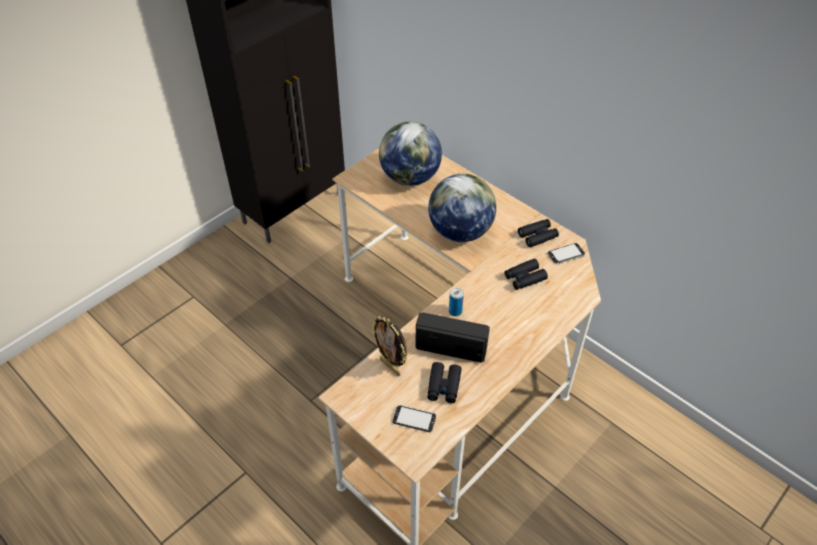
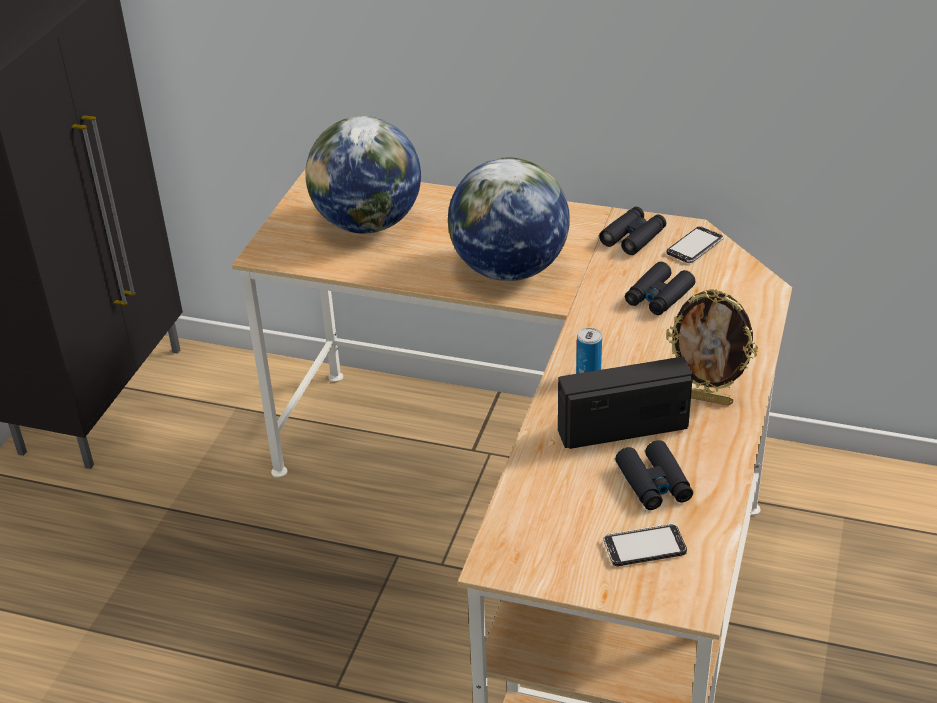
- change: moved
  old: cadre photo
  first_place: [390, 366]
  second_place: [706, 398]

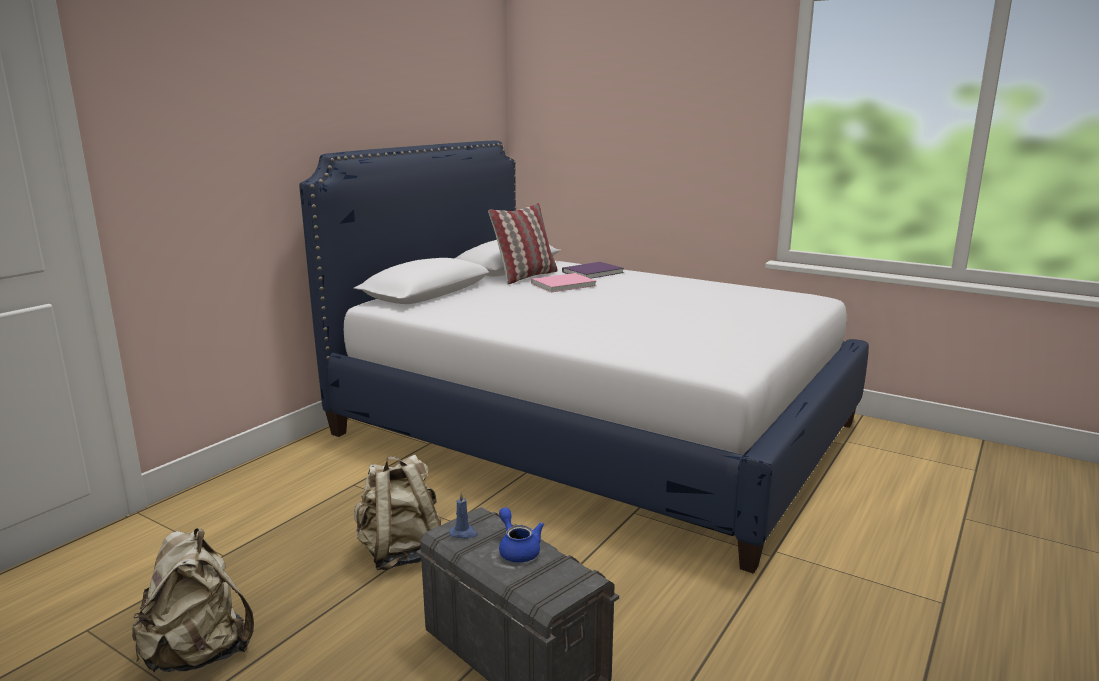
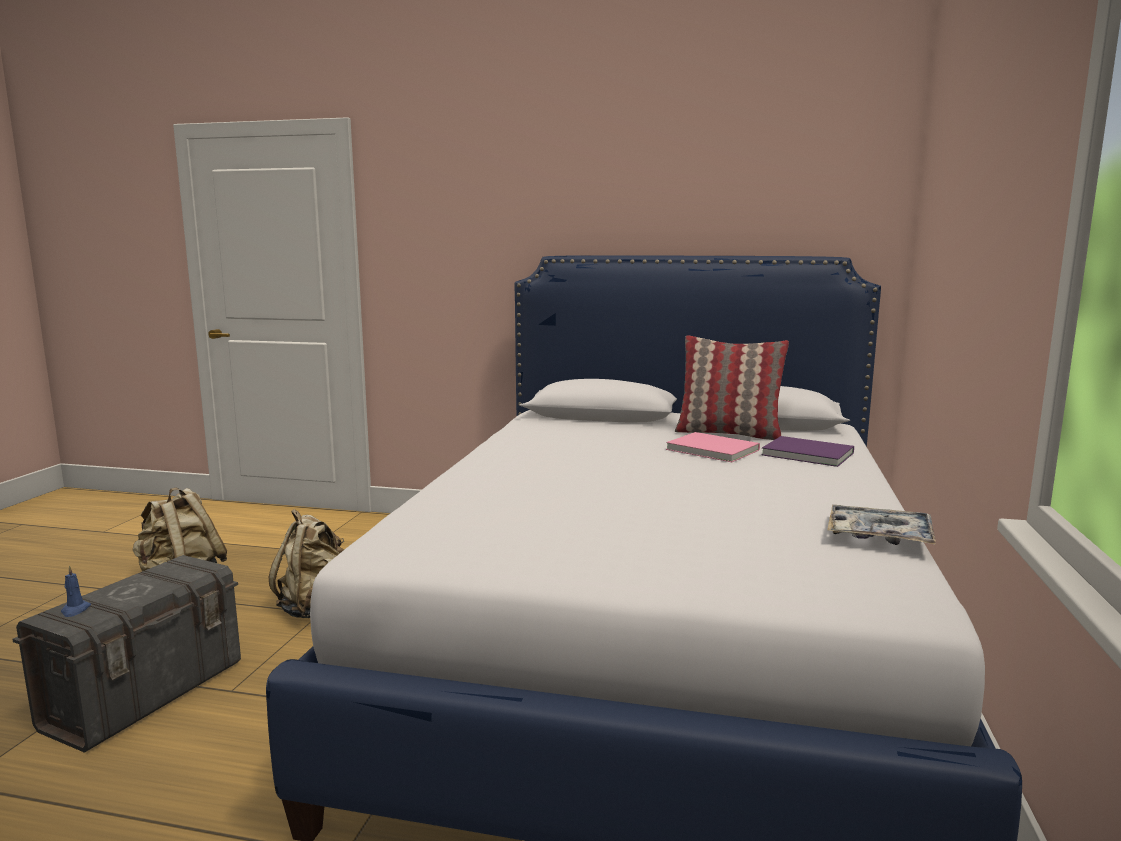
- change: removed
  old: théière/bleu
  first_place: [518, 549]
- change: added
  new: plateau
  second_place: [879, 535]
- change: moved
  old: bougie/bleu
  first_place: [464, 533]
  second_place: [75, 610]

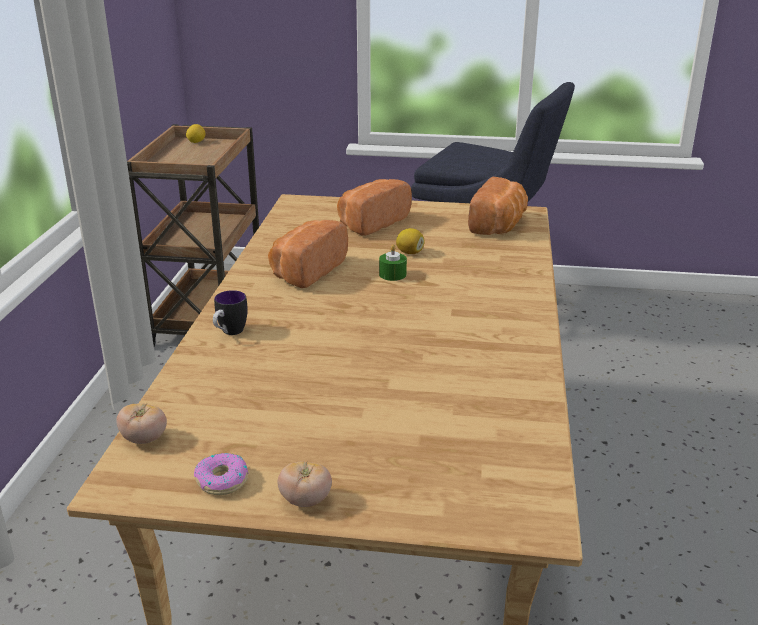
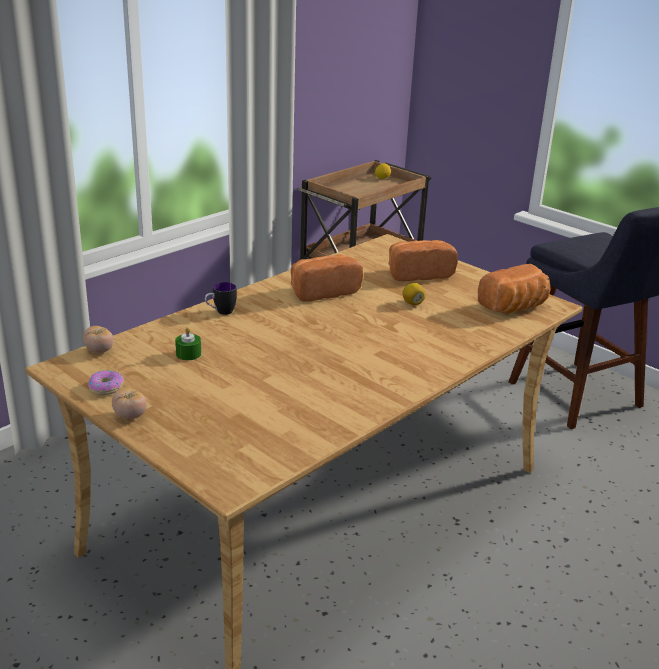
- change: moved
  old: bougie/vert
  first_place: [392, 274]
  second_place: [188, 354]

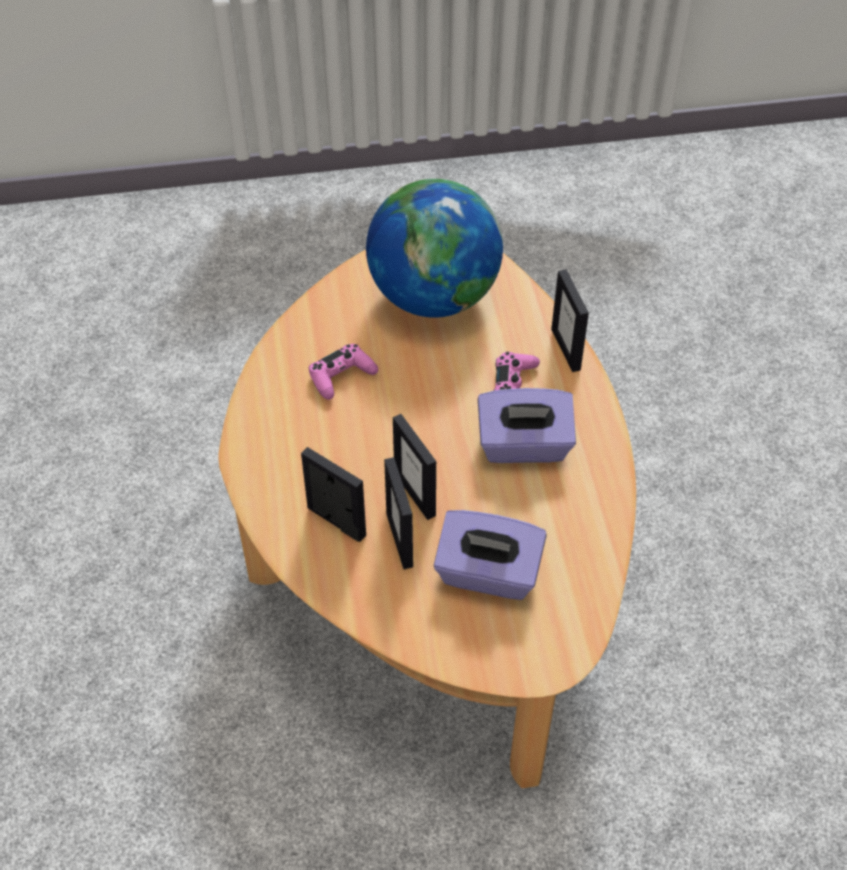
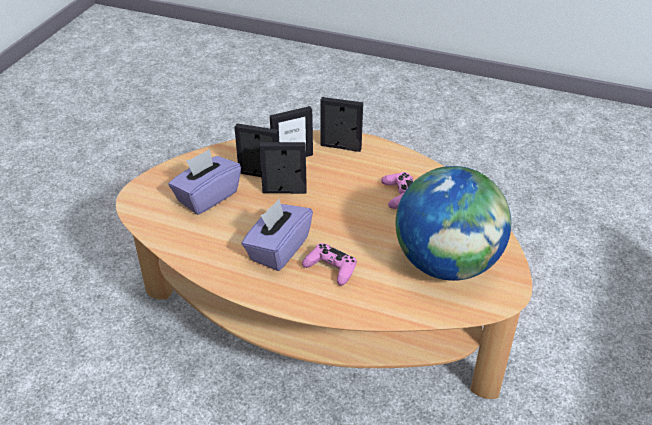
- change: moved
  old: cadre photo
  first_place: [566, 349]
  second_place: [340, 147]

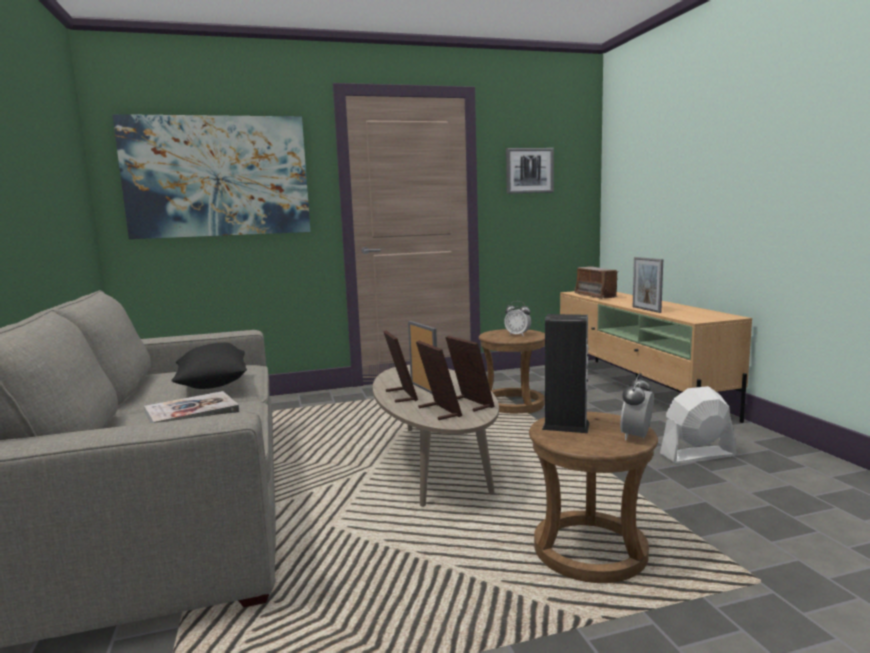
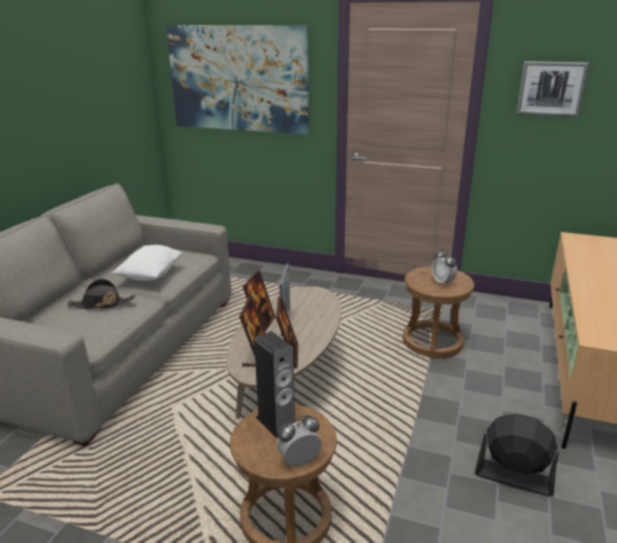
- change: removed
  old: radio
  first_place: [596, 296]
- change: removed
  old: cadre photo
  first_place: [646, 309]
- change: replaced
  old: livre
  new: chapeau/noir
  first_place: [192, 413]
  second_place: [102, 304]
- change: recoloured
  old: coussin/noir
  new: coussin/blanc
  first_place: [213, 384]
  second_place: [150, 275]
- change: recoloured
  old: ventilateur/blanc
  new: ventilateur/noir
  first_place: [697, 455]
  second_place: [513, 477]

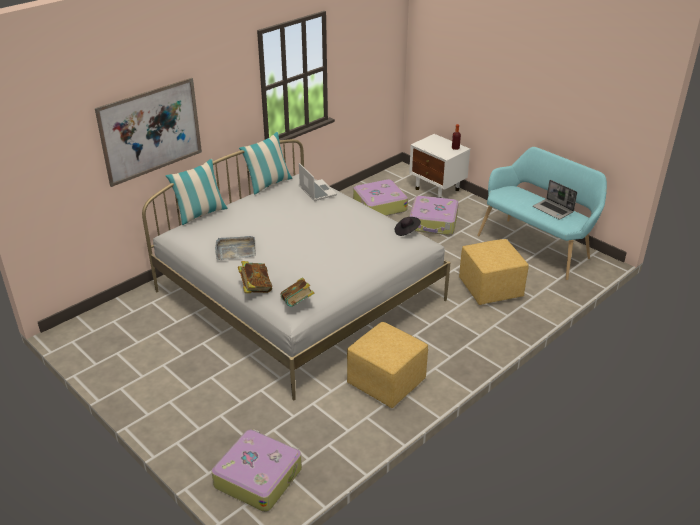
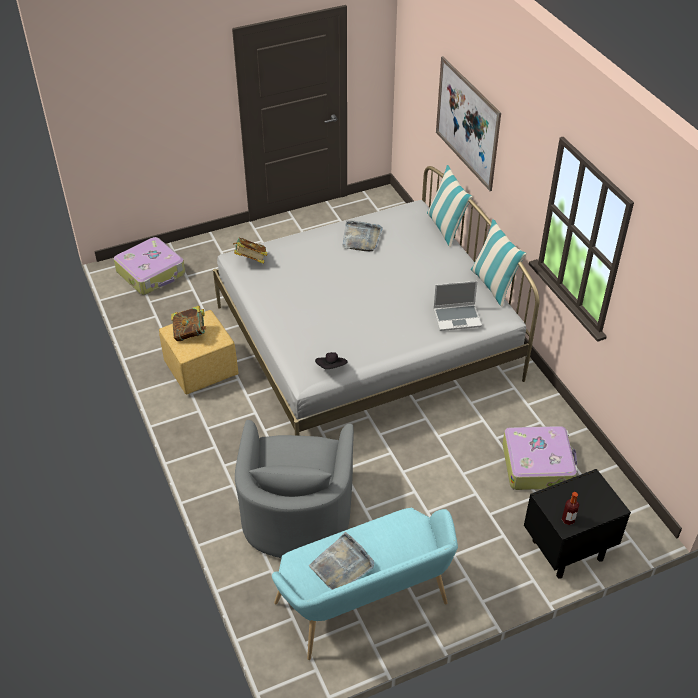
- change: removed
  old: valise
  first_place: [433, 222]
- change: moved
  old: livre
  first_place: [255, 288]
  second_place: [190, 333]
- change: replaced
  old: pouf/jaune
  new: fauteuil/gris
  first_place: [491, 289]
  second_place: [296, 511]
- change: replaced
  old: ordinateur portable
  new: plateau/gris
  first_place: [553, 210]
  second_place: [342, 565]
- change: recoloured
  old: table de chevet/blanc
  new: table de chevet/noir
  first_place: [437, 189]
  second_place: [566, 550]

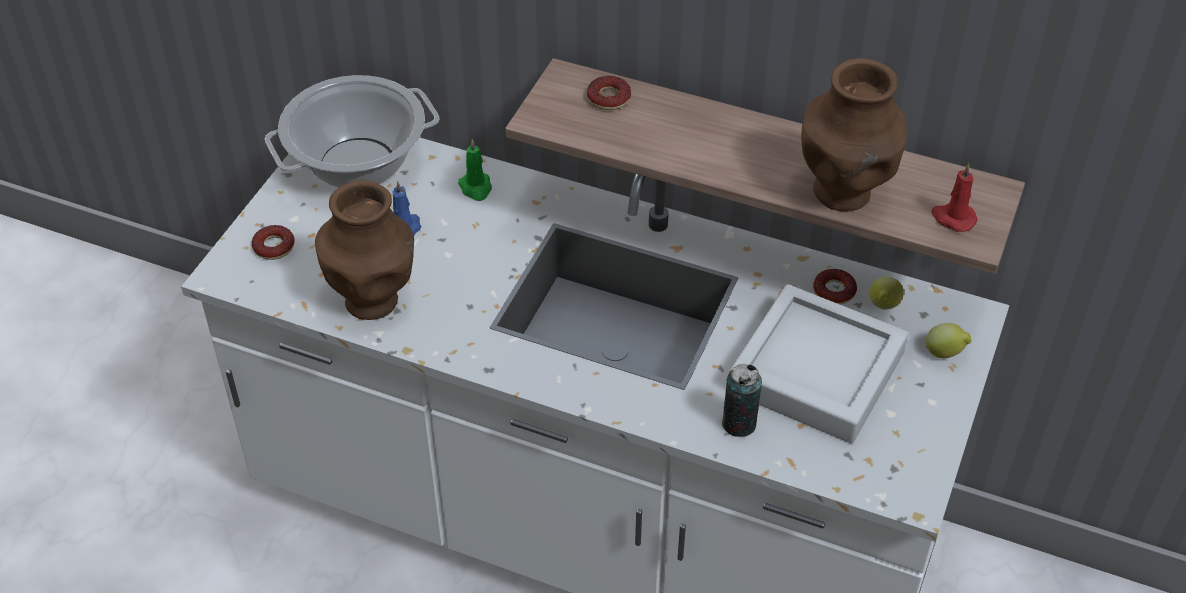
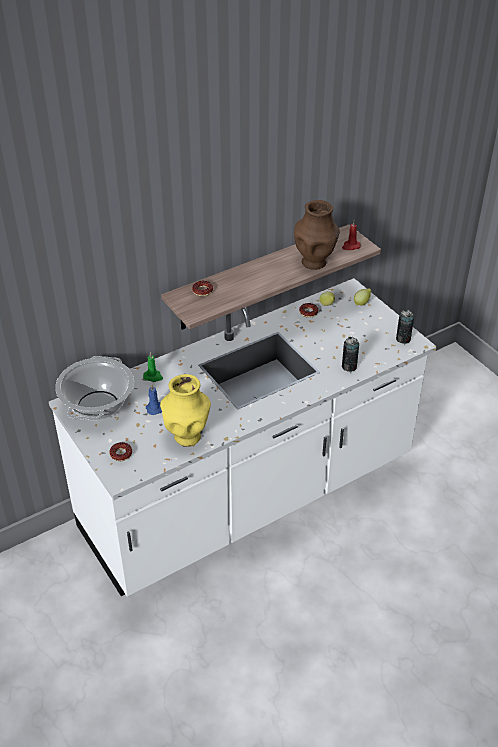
- change: removed
  old: plateau/gris
  first_place: [816, 372]
- change: added
  new: boîte métallique
  second_place: [403, 339]
- change: recoloured
  old: vase/marron
  new: vase/jaune
  first_place: [373, 300]
  second_place: [187, 436]

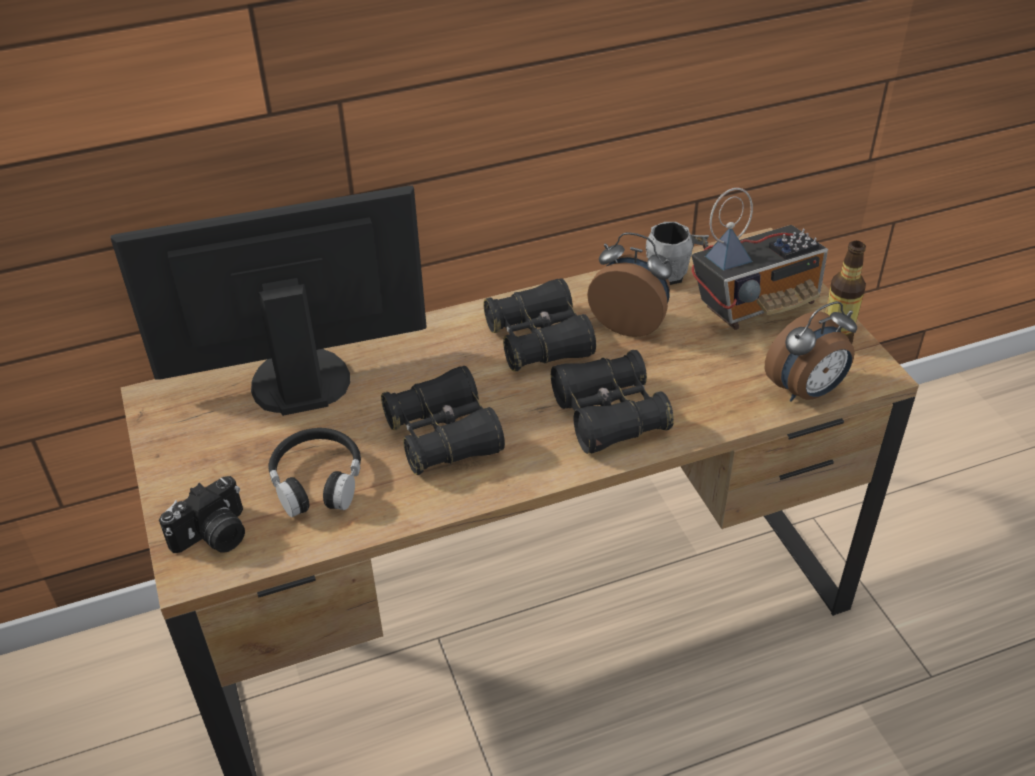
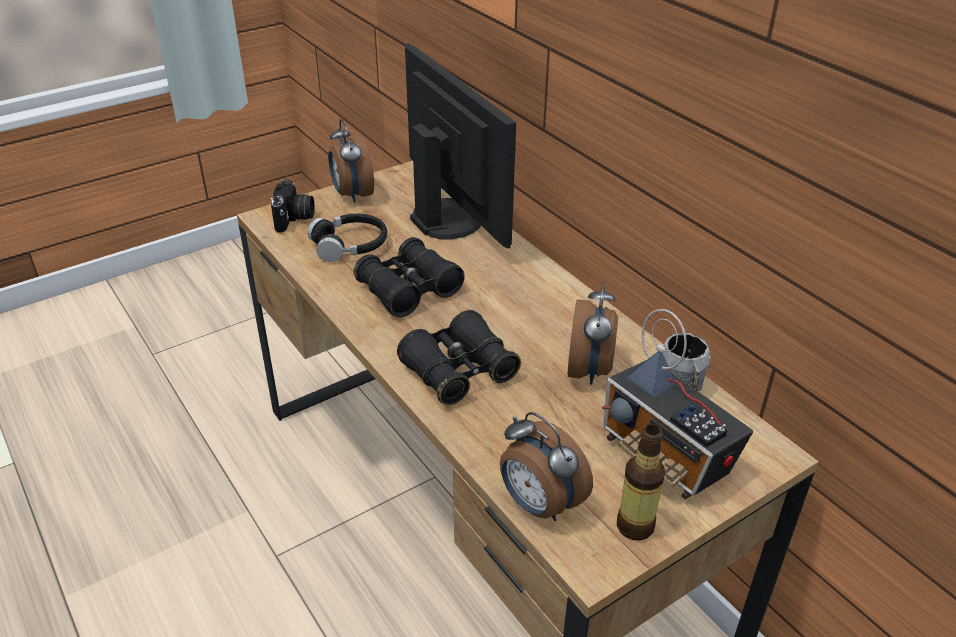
- change: removed
  old: jumelles/noir
  first_place: [539, 340]
- change: added
  new: réveil
  second_place: [352, 194]
- change: turned
  old: appareil photo
  first_place: [214, 537]
  second_place: [294, 218]
  degrees: -120

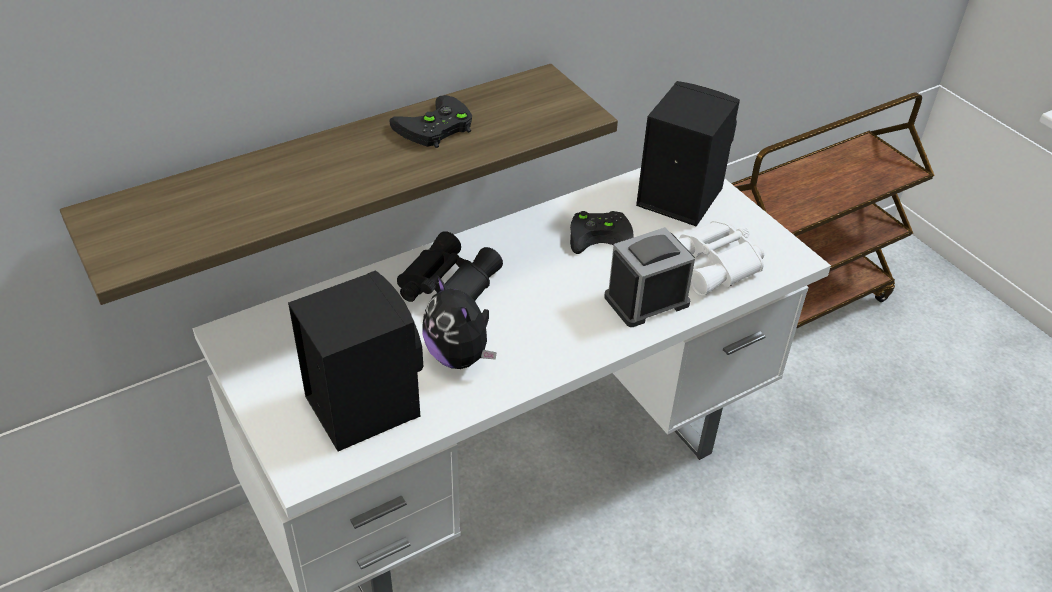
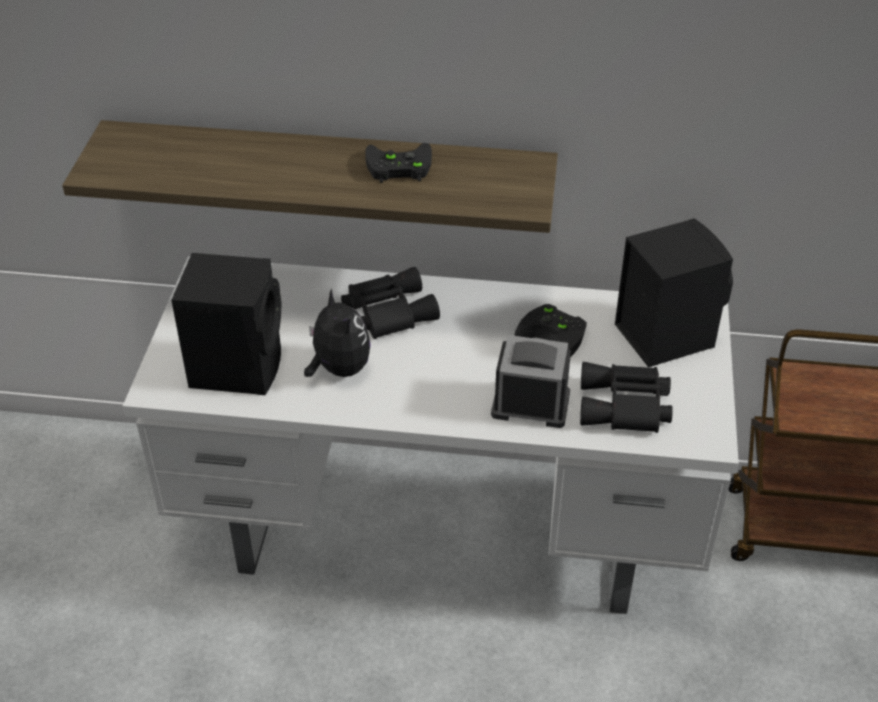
- change: recoloured
  old: jumelles/blanc
  new: jumelles/noir
  first_place: [714, 265]
  second_place: [625, 407]
- change: turned
  old: peluche
  first_place: [459, 356]
  second_place: [338, 369]
  degrees: 150

